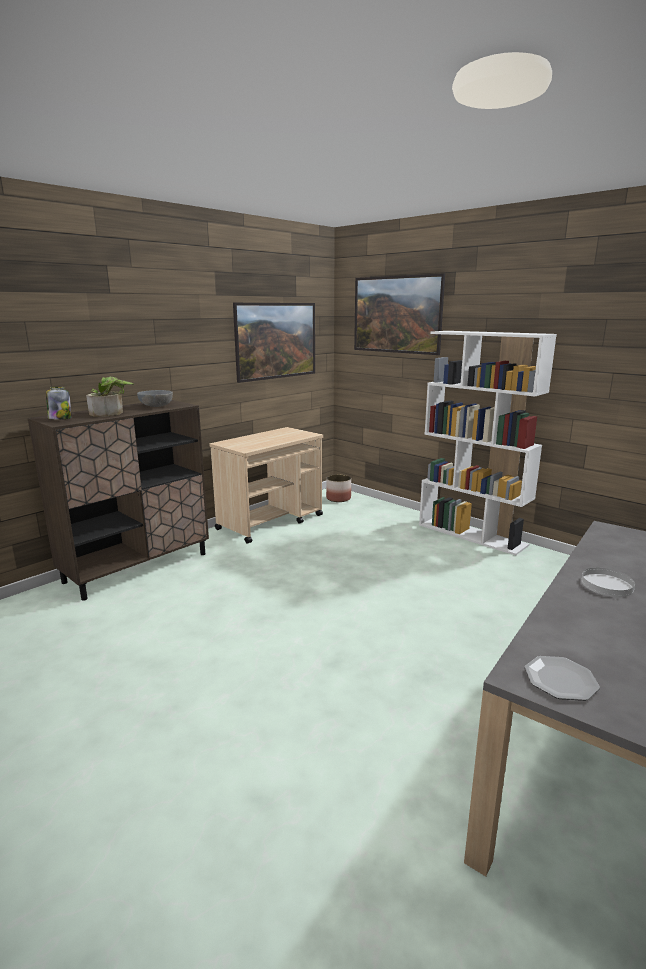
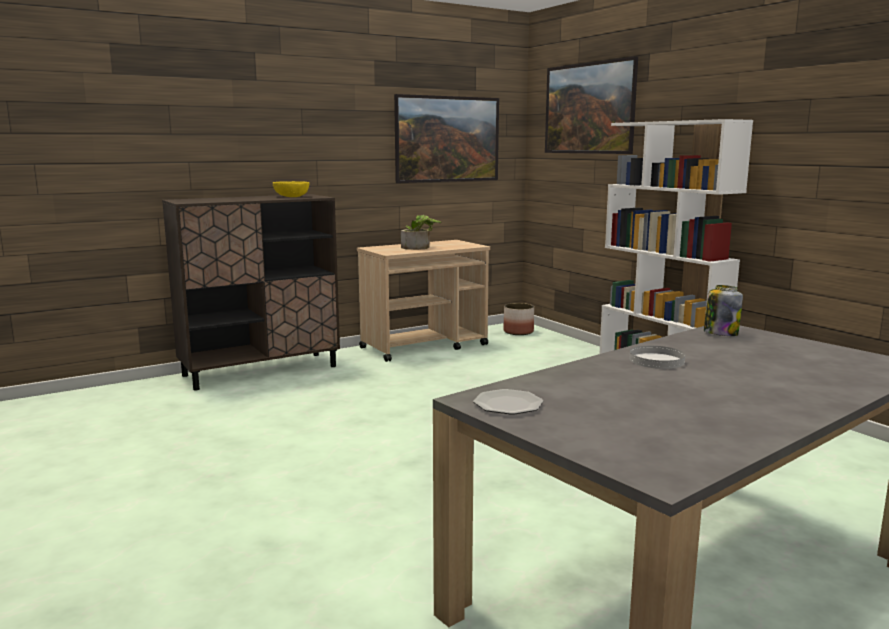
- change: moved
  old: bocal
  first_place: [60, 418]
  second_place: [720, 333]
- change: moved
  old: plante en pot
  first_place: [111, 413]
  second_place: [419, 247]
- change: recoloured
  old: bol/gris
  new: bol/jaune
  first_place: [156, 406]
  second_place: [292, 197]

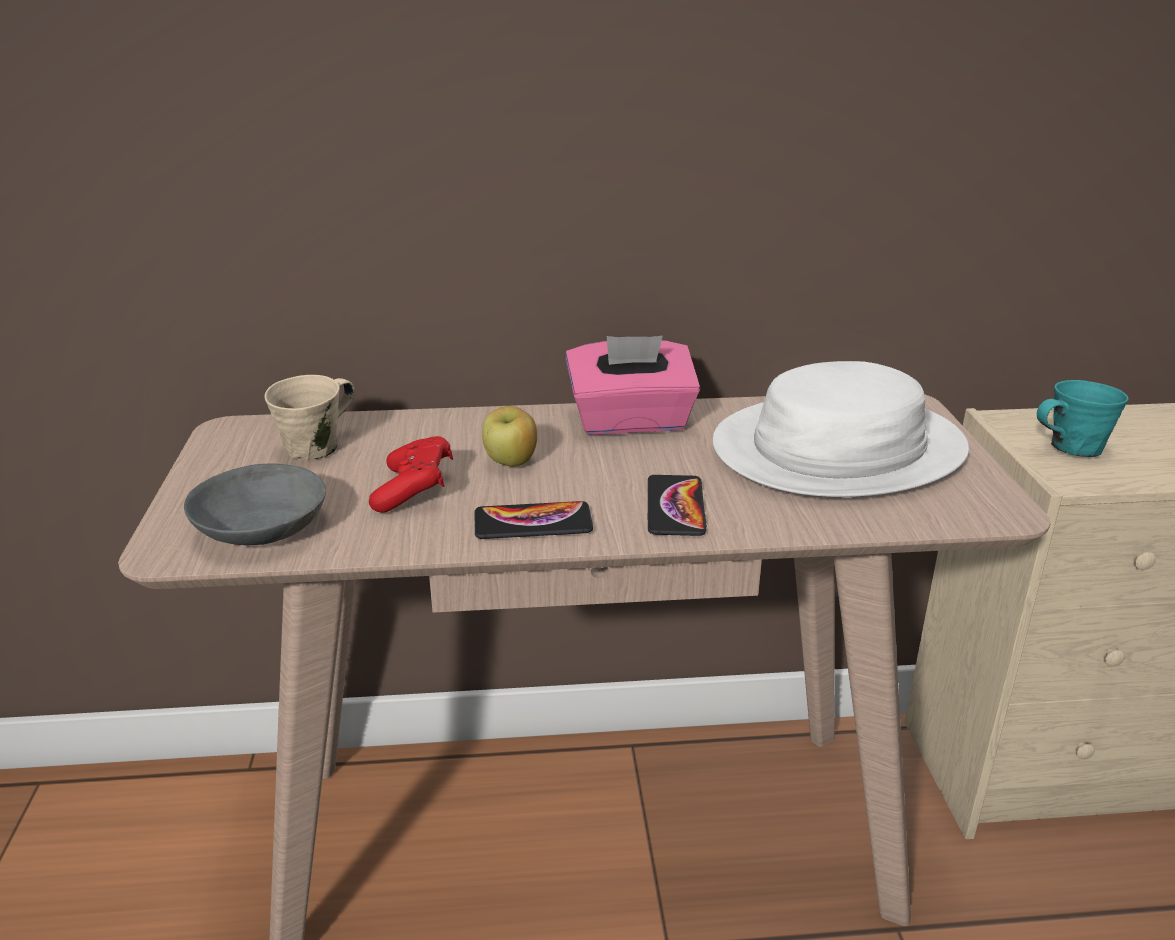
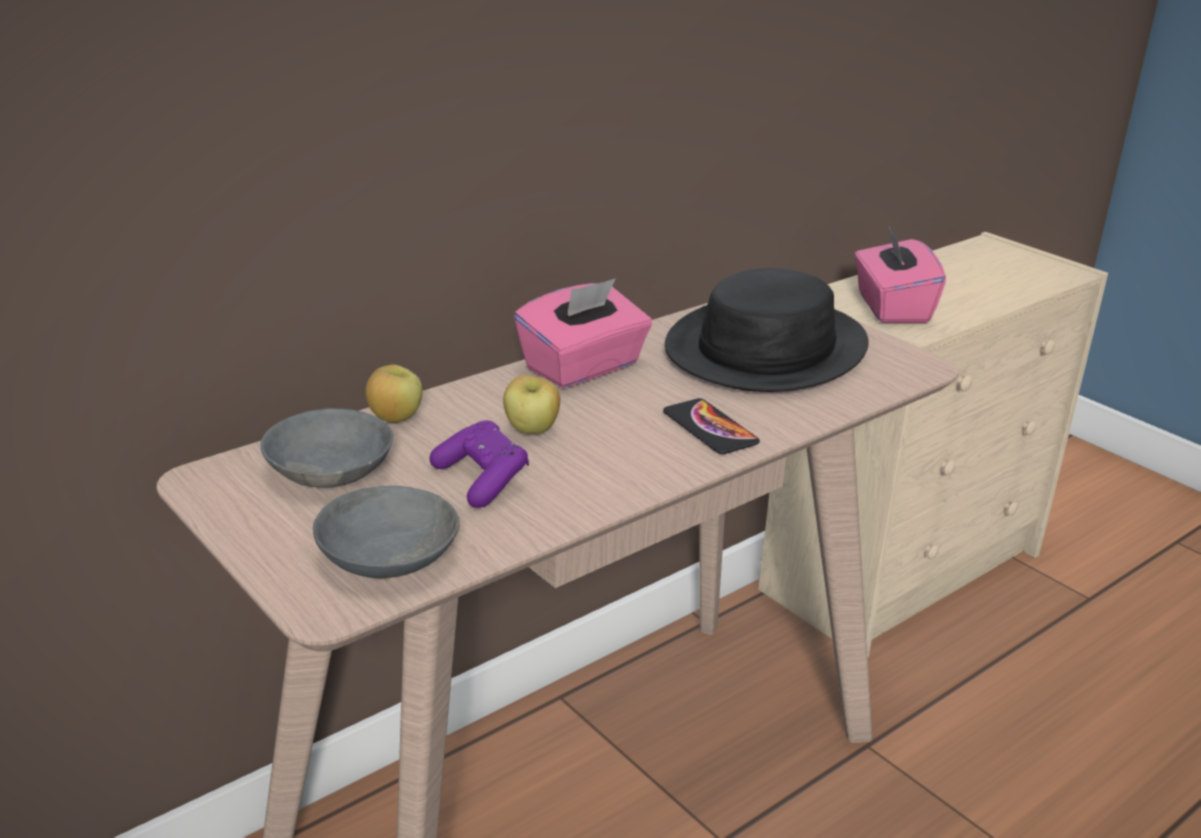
- change: removed
  old: téléphone
  first_place: [533, 522]
- change: added
  new: pomme
  second_place: [395, 419]
- change: replaced
  old: mug/beige
  new: bol/gris
  first_place: [316, 448]
  second_place: [327, 470]
- change: replaced
  old: mug/turquoise
  new: boîte à mouchoirs/rose
  first_place: [1071, 448]
  second_place: [891, 308]
- change: recoloured
  old: manette/rouge
  new: manette/violet
  first_place: [414, 490]
  second_place: [482, 480]
- change: recoloured
  old: chapeau/blanc
  new: chapeau/noir
  first_place: [838, 449]
  second_place: [767, 348]

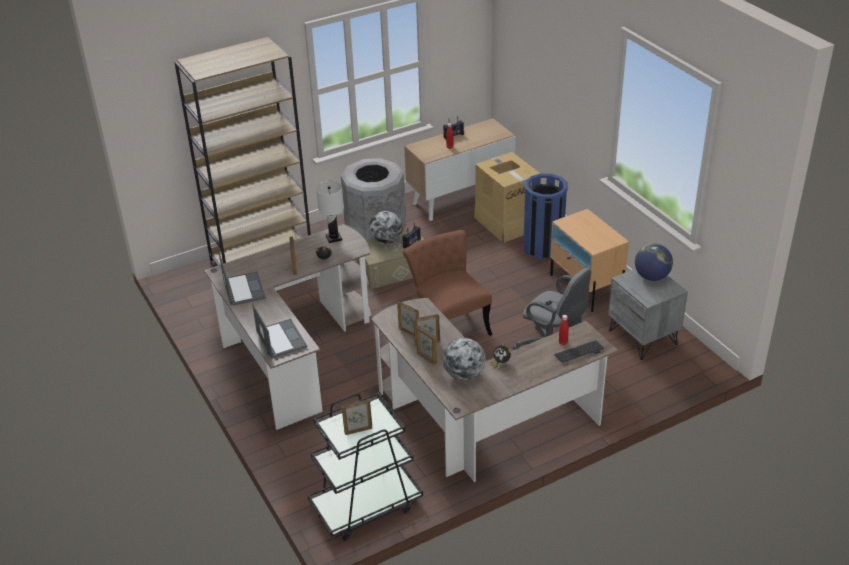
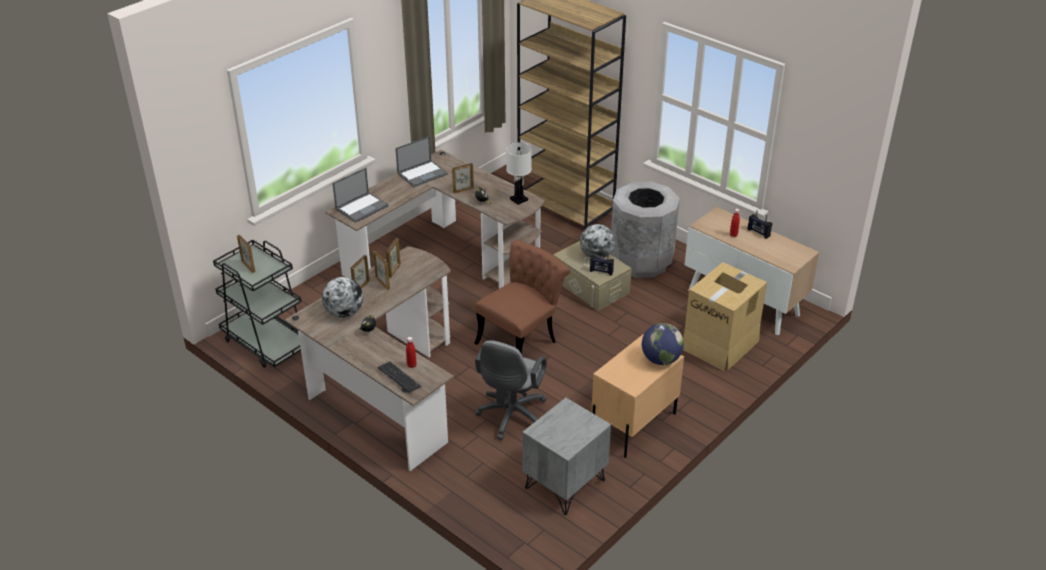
- change: removed
  old: poubelle/bleu
  first_place: [543, 248]
- change: moved
  old: globe
  first_place: [651, 277]
  second_place: [660, 359]

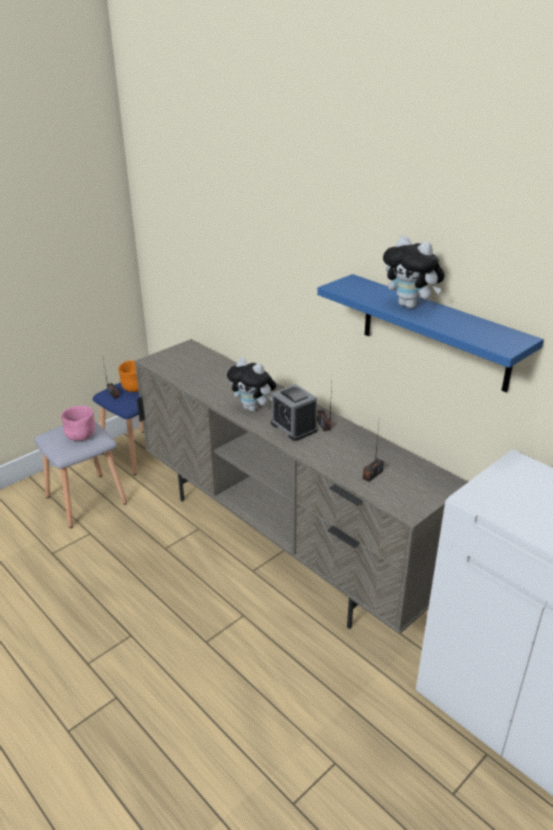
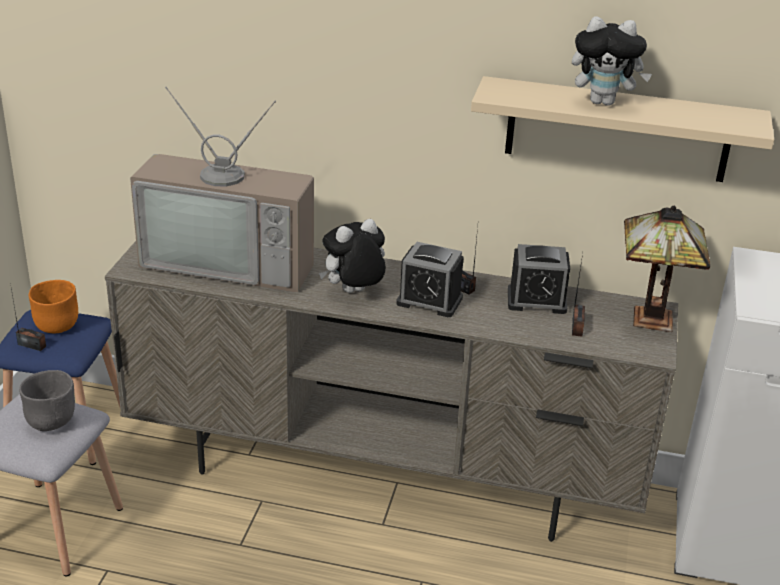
- change: added
  new: téléviseur
  second_place: [232, 260]
- change: added
  new: réveil
  second_place: [536, 300]
- change: added
  new: lampe de table
  second_place: [649, 320]
- change: recoloured
  old: bol/rose
  new: bol/gris
  first_place: [81, 437]
  second_place: [53, 422]
- change: recoloured
  old: étagère/bleu
  new: étagère/beige
  first_place: [434, 332]
  second_place: [617, 130]
- change: turned
  old: peluche
  first_place: [253, 408]
  second_place: [353, 293]
  degrees: 150

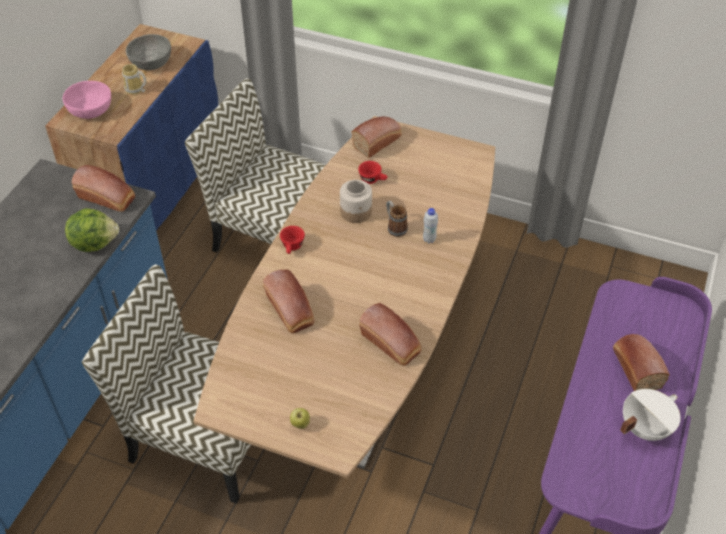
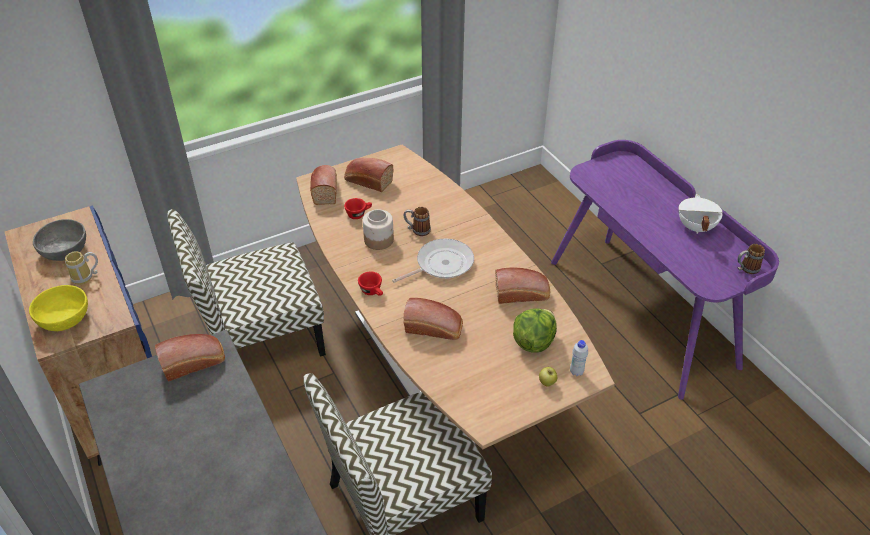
- change: added
  new: poêle
  second_place: [441, 264]
- change: added
  new: mug
  second_place: [746, 269]
- change: moved
  old: laitue
  first_place: [94, 242]
  second_place: [533, 342]
- change: moved
  old: bouteille/blanc
  first_place: [429, 239]
  second_place: [576, 372]
- change: moved
  old: pain
  first_place: [635, 367]
  second_place: [367, 181]
- change: recoloured
  old: bol/rose
  new: bol/jaune
  first_place: [90, 109]
  second_place: [64, 318]

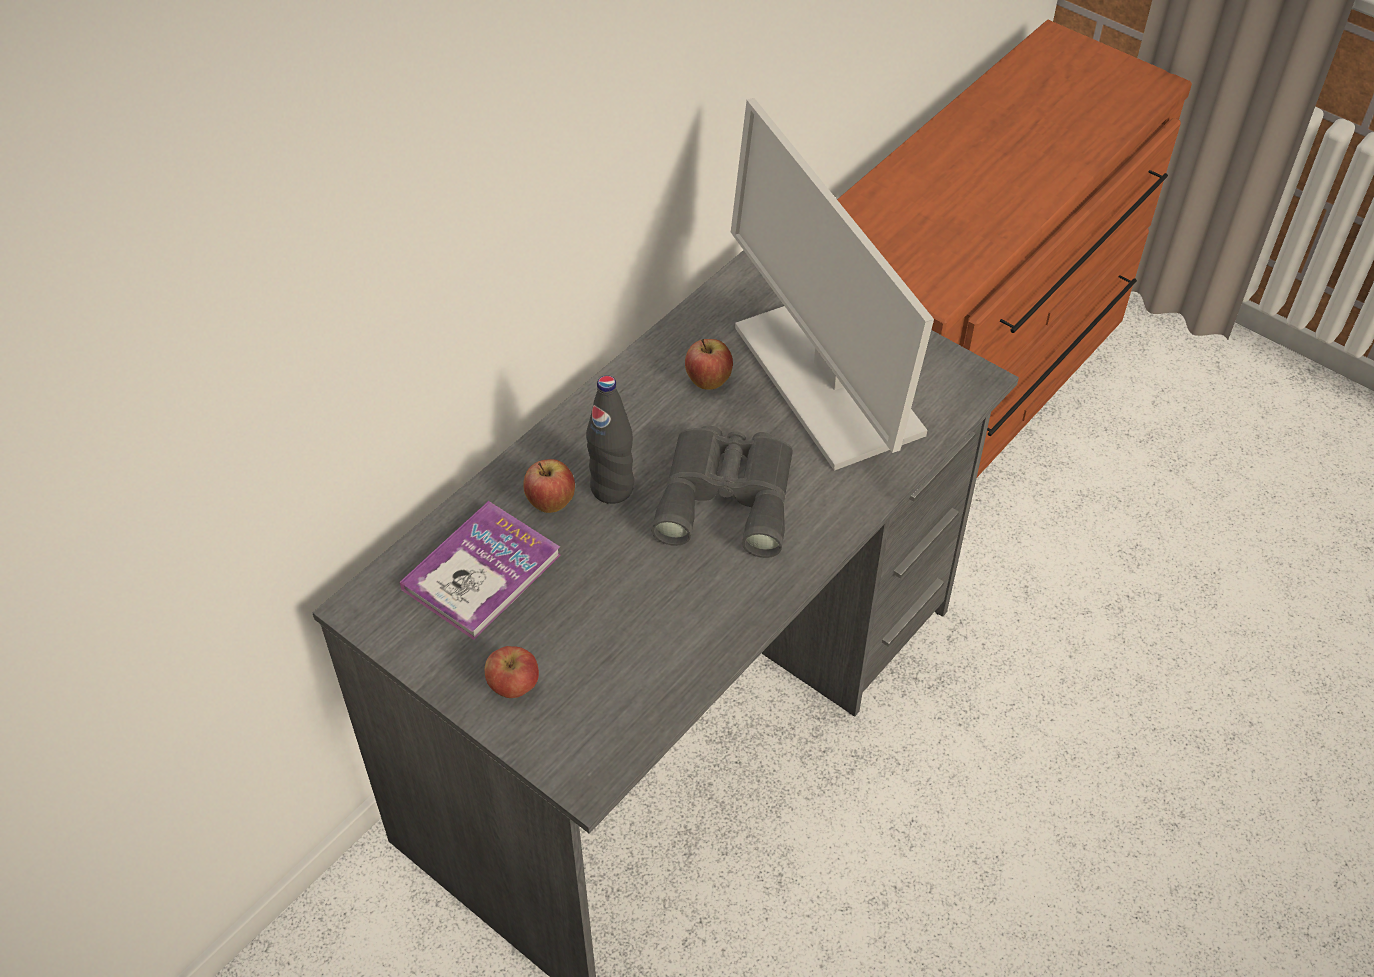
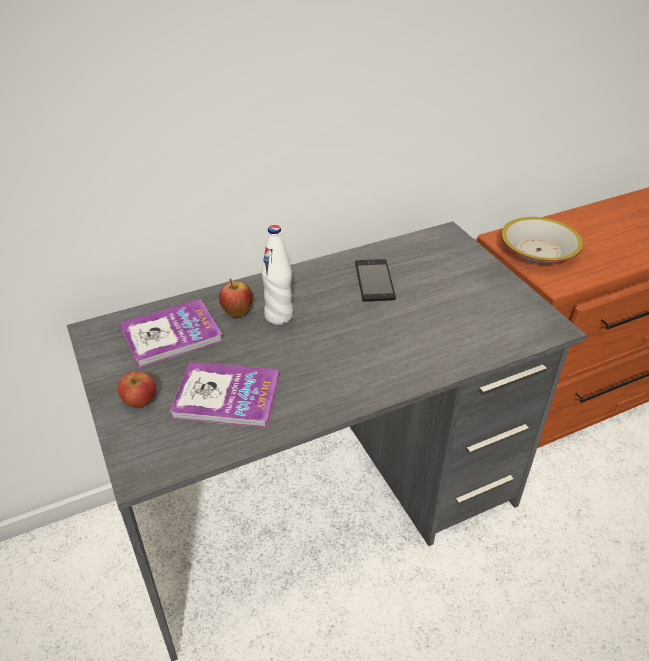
- change: removed
  old: jumelles/gris
  first_place: [728, 494]
- change: removed
  old: écran d'ordinateur
  first_place: [825, 380]
- change: added
  new: livre
  second_place: [227, 396]
- change: added
  new: bol
  second_place: [538, 251]
- change: replaced
  old: pomme
  new: téléphone
  first_place: [708, 382]
  second_place: [374, 281]
- change: recoloured
  old: bouteille/noir
  new: bouteille/blanc
  first_place: [612, 488]
  second_place: [279, 316]

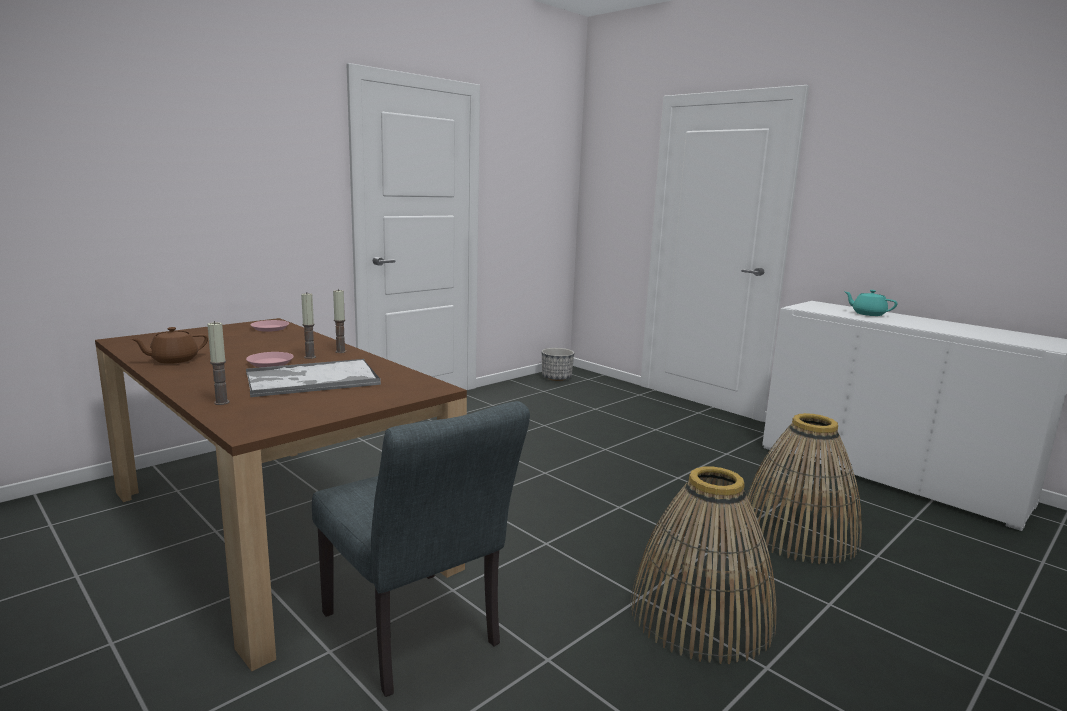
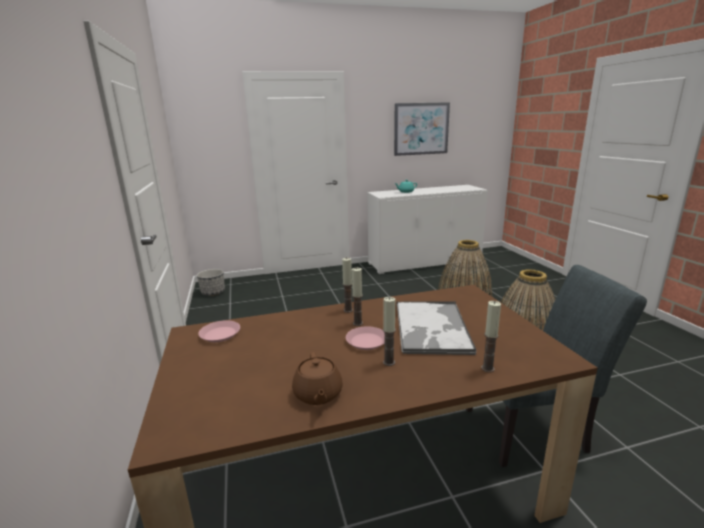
- change: added
  new: bougie
  second_place: [389, 362]
- change: added
  new: tableau
  second_place: [421, 129]

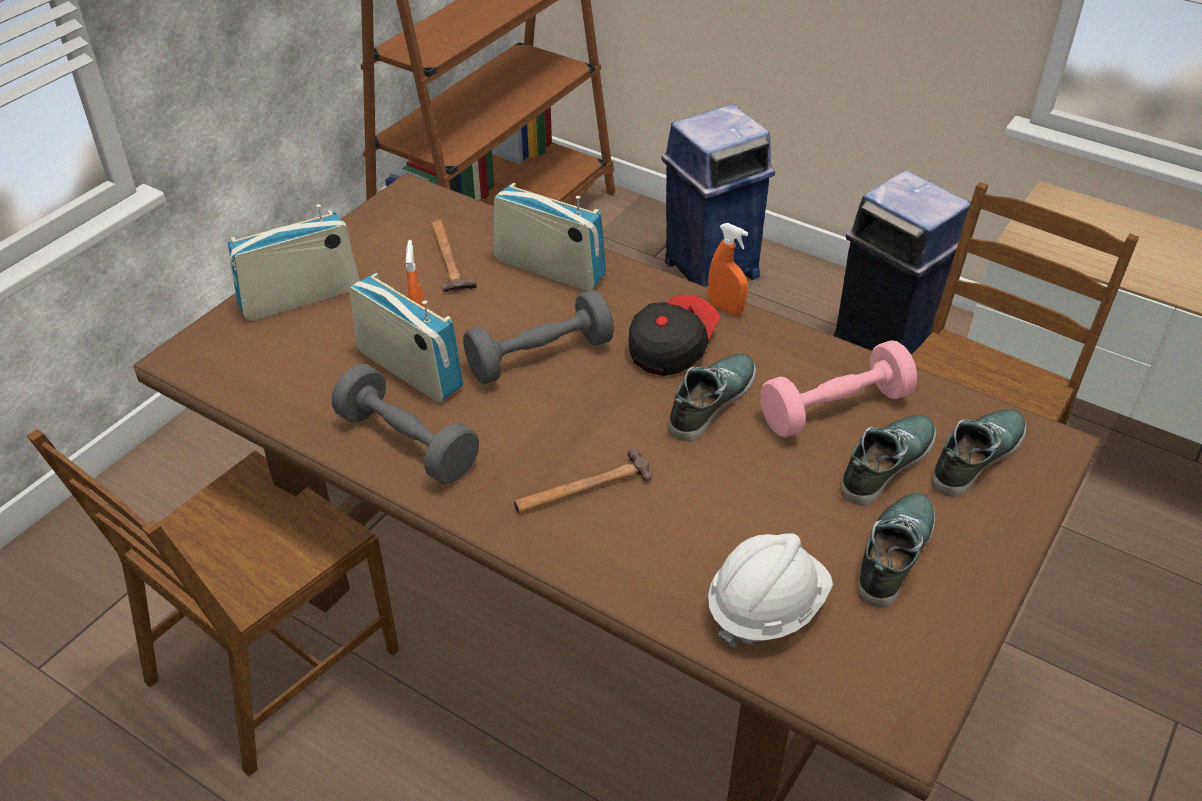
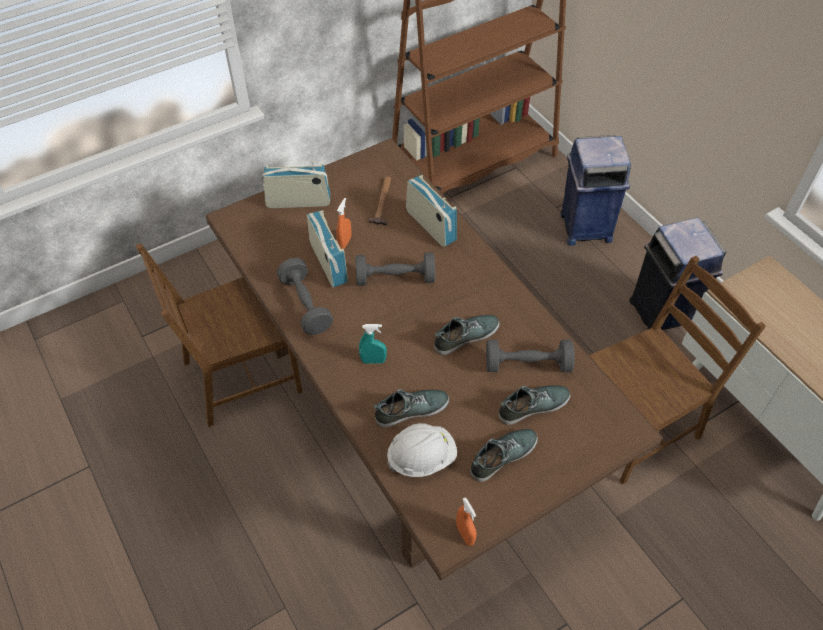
- change: removed
  old: casquette
  first_place: [671, 346]
- change: moved
  old: vaporisateur/orange
  first_place: [725, 308]
  second_place: [465, 534]
- change: moved
  old: chaussure
  first_place: [976, 456]
  second_place: [411, 409]
- change: replaced
  old: marteau
  new: vaporisateur/turquoise
  first_place: [582, 488]
  second_place: [373, 361]
- change: recoloured
  old: haltère/rose
  new: haltère/gris
  first_place: [834, 409]
  second_place: [527, 365]

